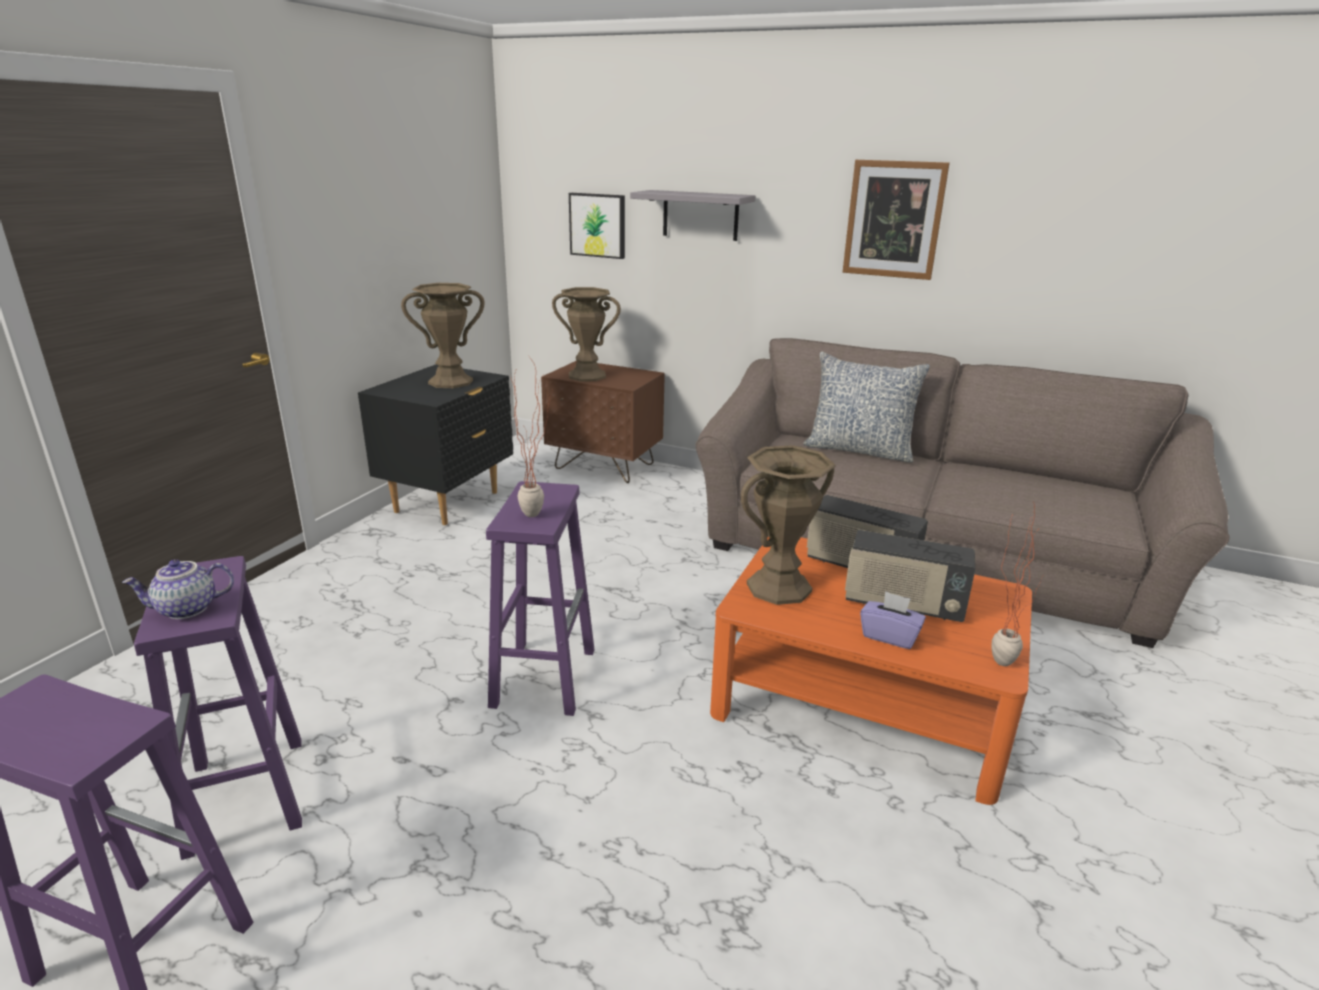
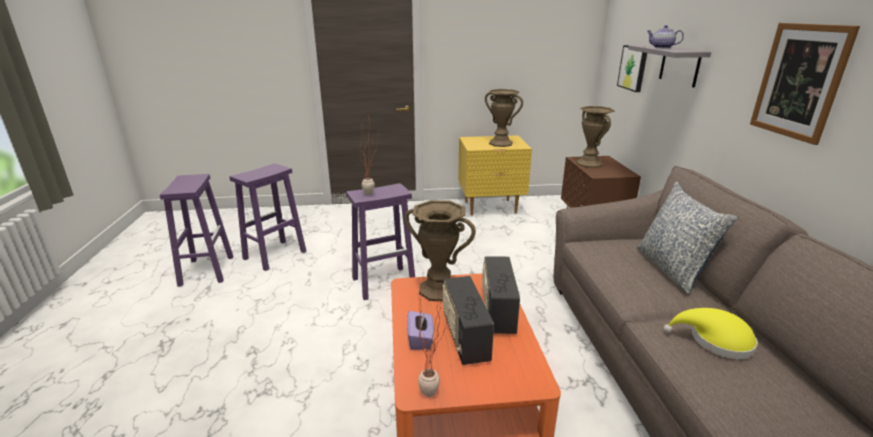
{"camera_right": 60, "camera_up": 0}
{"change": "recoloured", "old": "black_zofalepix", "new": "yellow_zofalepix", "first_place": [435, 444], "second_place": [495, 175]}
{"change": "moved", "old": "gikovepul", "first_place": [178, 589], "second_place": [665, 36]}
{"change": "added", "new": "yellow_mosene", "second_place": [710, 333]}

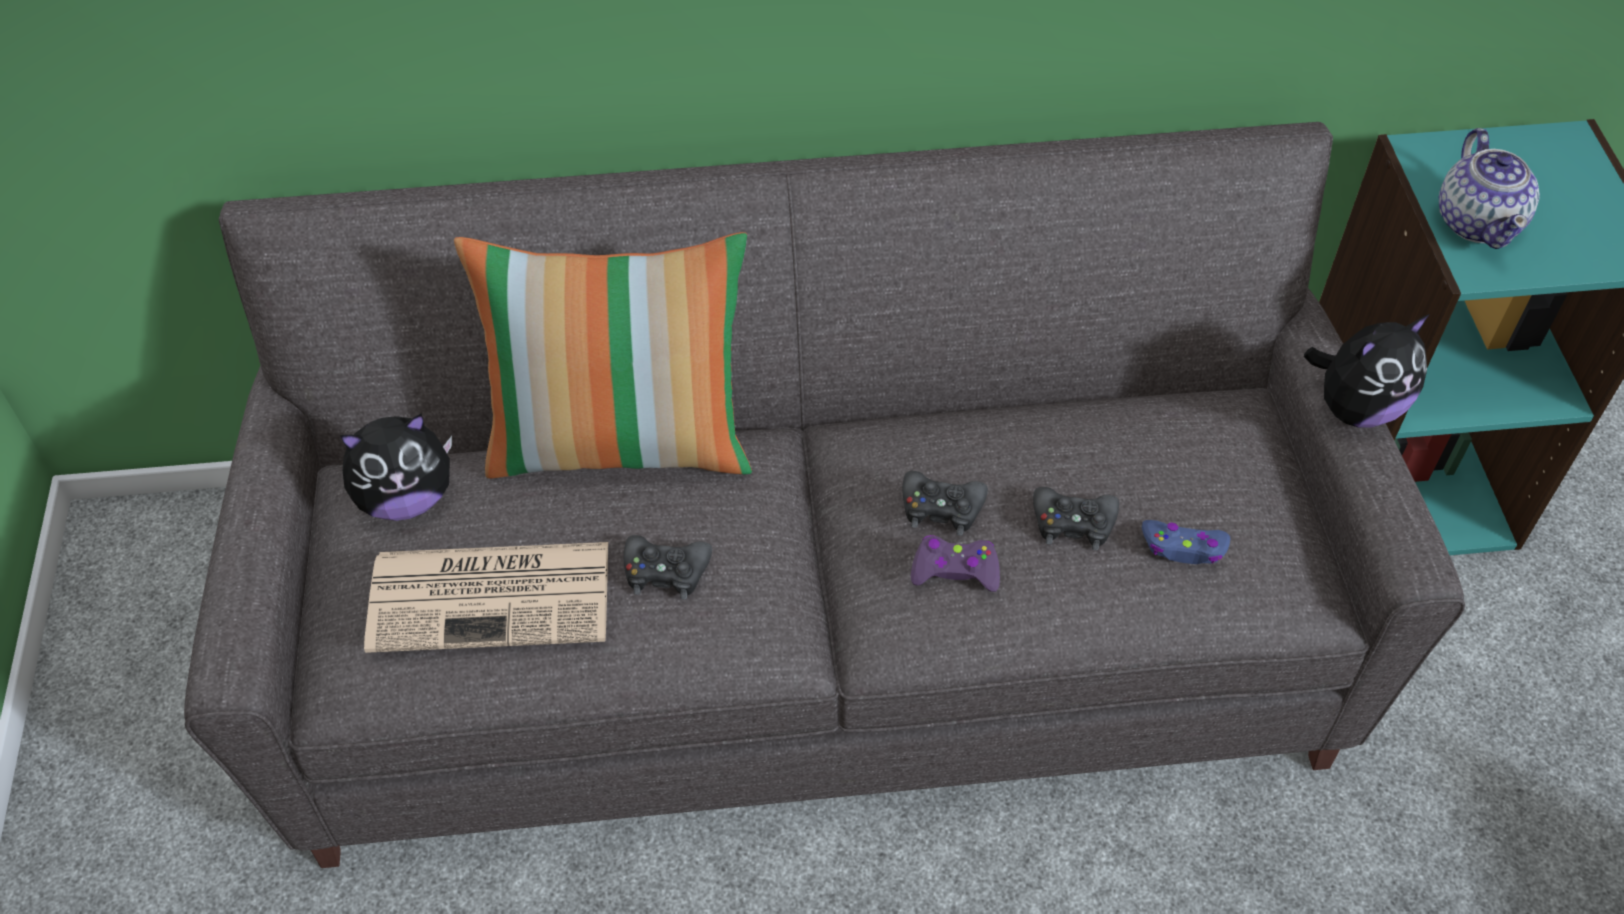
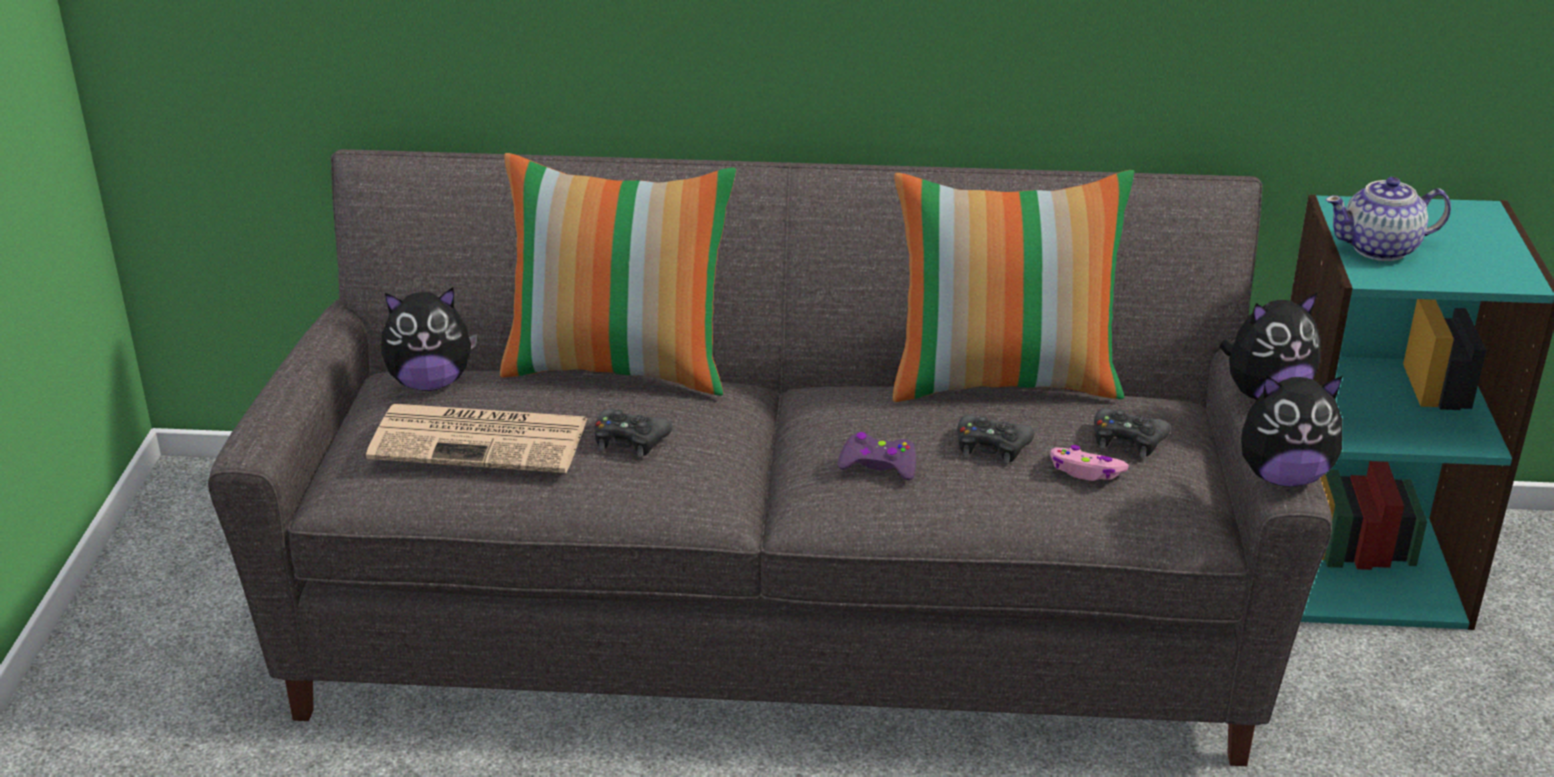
{"camera_right": 10, "camera_up": -20}
{"change": "turned", "old": "gikovepul", "first_place": [1489, 188], "second_place": [1388, 219], "degrees": 75}
{"change": "moved", "old": "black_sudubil", "first_place": [945, 503], "second_place": [1132, 433]}
{"change": "recoloured", "old": "blue_sudubil", "new": "pink_sudubil", "first_place": [1186, 542], "second_place": [1089, 463]}
{"change": "added", "new": "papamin", "second_place": [1013, 286]}
{"change": "added", "new": "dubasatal", "second_place": [1292, 431]}

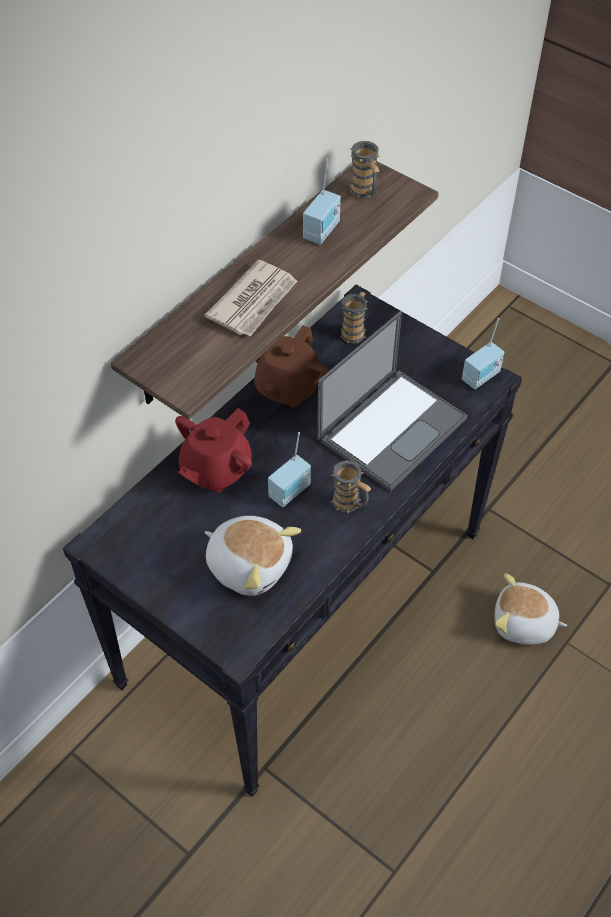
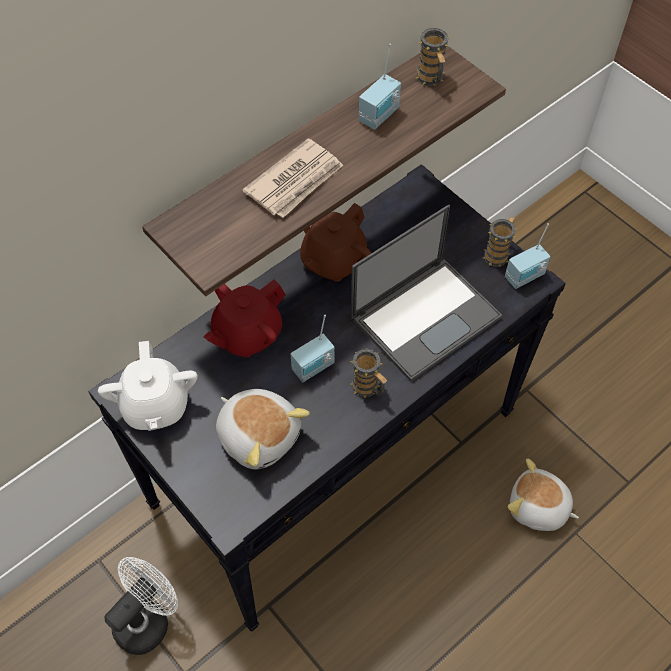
{"camera_right": 10, "camera_up": 5}
{"change": "moved", "old": "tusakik", "first_place": [354, 318], "second_place": [500, 242]}
{"change": "added", "new": "white_gikovepul", "second_place": [148, 386]}
{"change": "added", "new": "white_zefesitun", "second_place": [141, 606]}

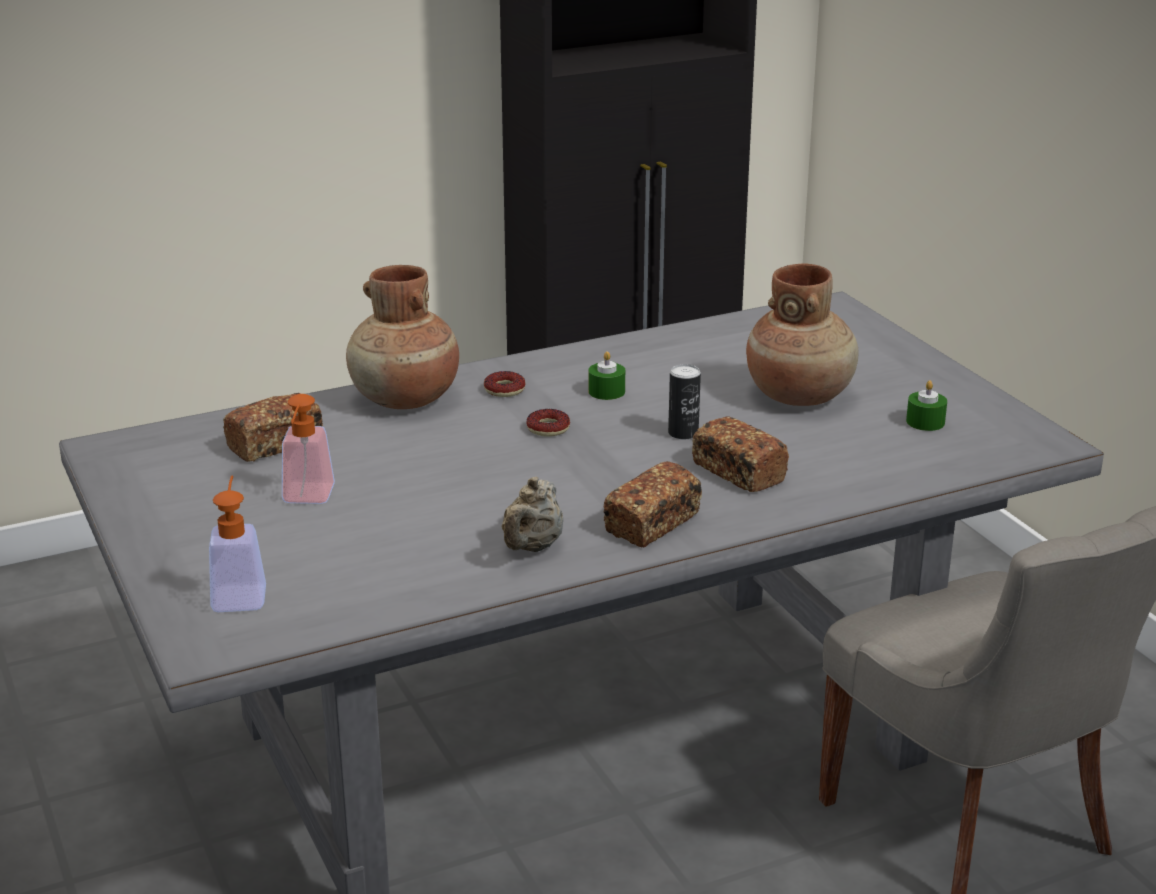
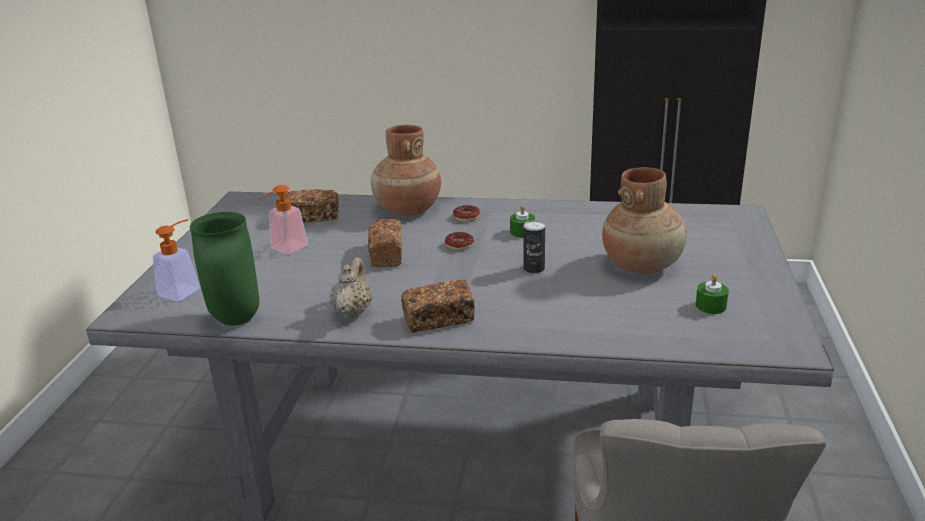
{"camera_right": 35, "camera_up": 0}
{"change": "moved", "old": "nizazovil", "first_place": [740, 454], "second_place": [385, 243]}
{"change": "turned", "old": "beige_gikovepul", "first_place": [532, 514], "second_place": [351, 288], "degrees": 135}
{"change": "added", "new": "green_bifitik", "second_place": [225, 269]}

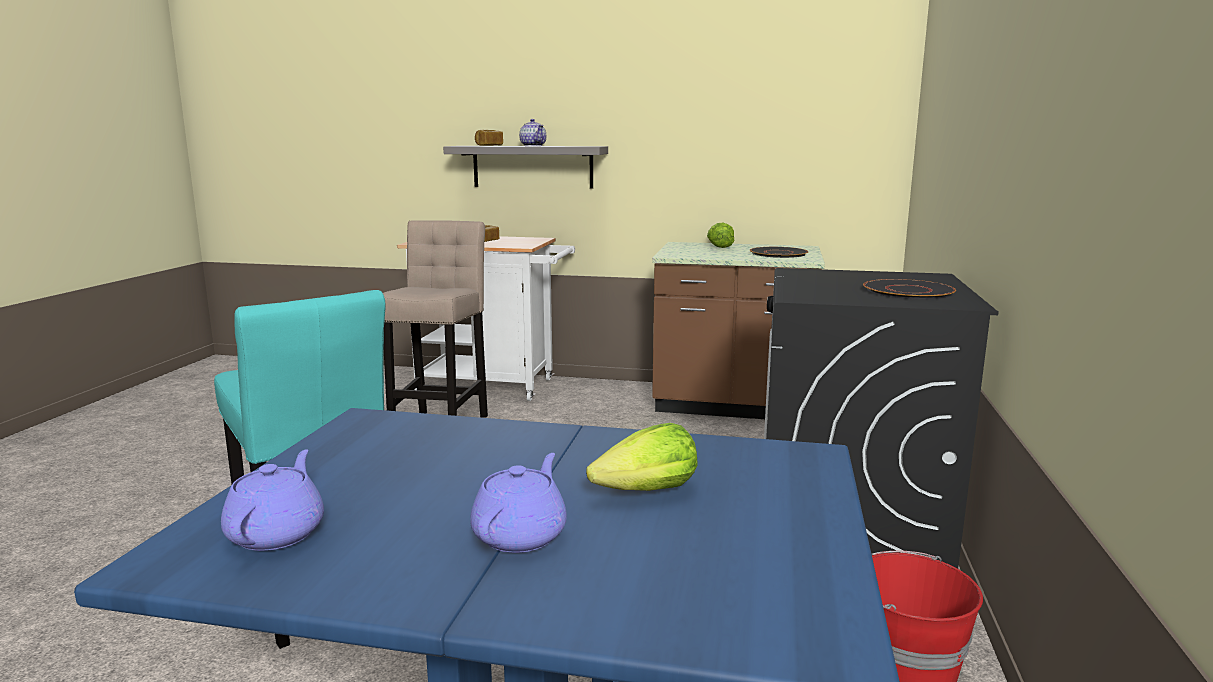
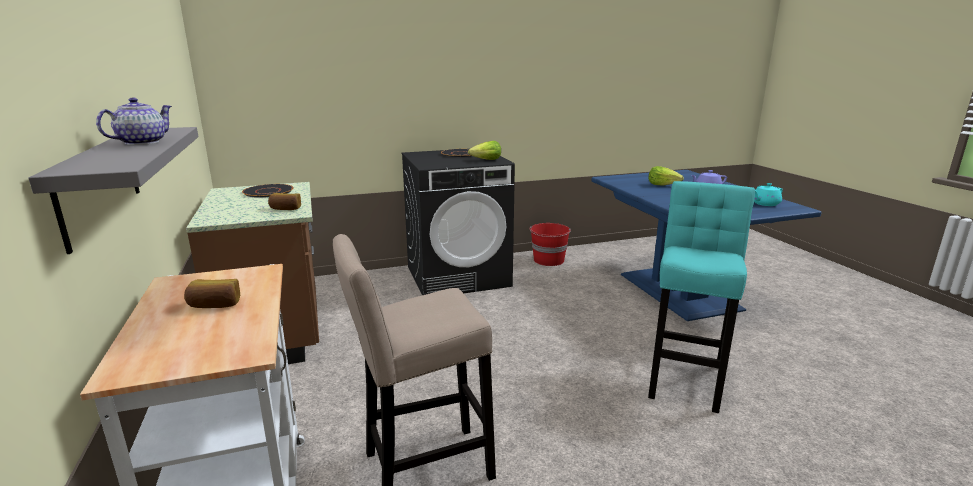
{"camera_right": -120, "camera_up": 5}
{"change": "moved", "old": "nizazovil", "first_place": [489, 138], "second_place": [284, 201]}
{"change": "moved", "old": "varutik", "first_place": [720, 235], "second_place": [484, 150]}
{"change": "recoloured", "old": "purple_gikovepul", "new": "turquoise_gikovepul", "first_place": [272, 500], "second_place": [768, 194]}

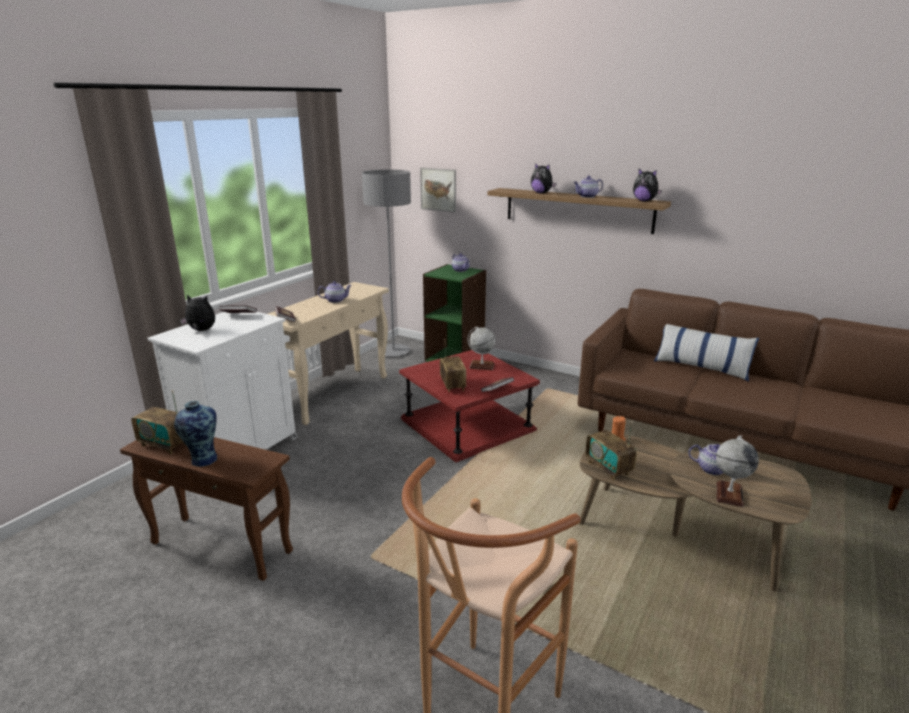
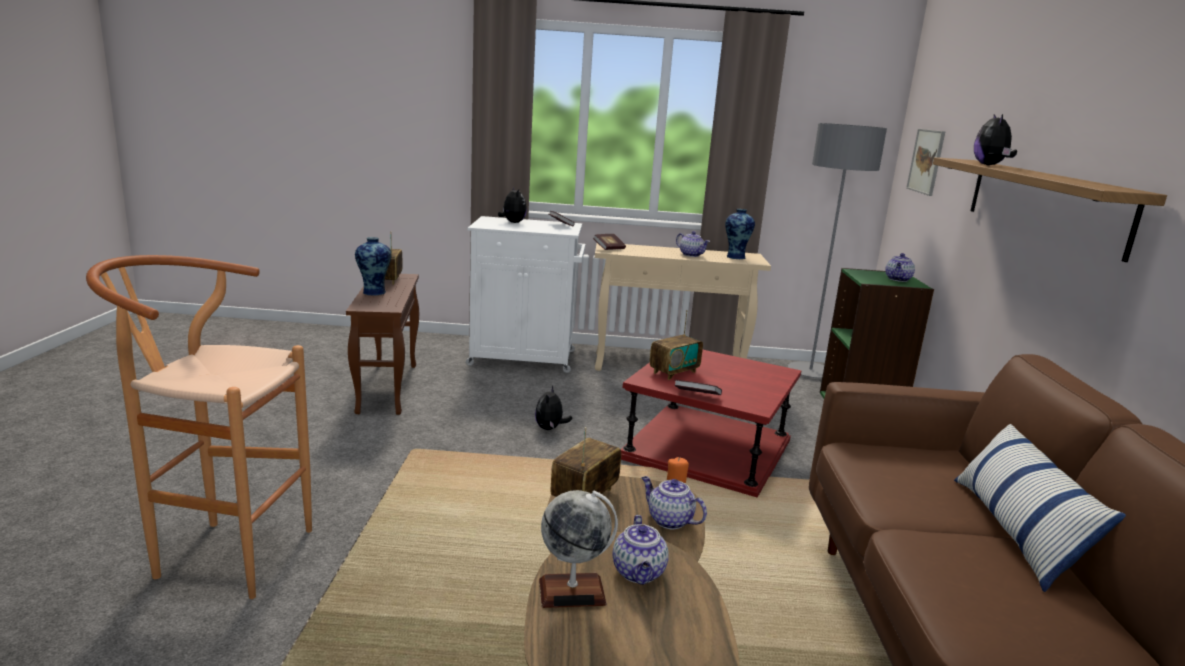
{"camera_right": 60, "camera_up": -5}
{"change": "moved", "old": "dubasatal", "first_place": [647, 185], "second_place": [553, 408]}
{"change": "moved", "old": "gikovepul", "first_place": [588, 187], "second_place": [674, 502]}
{"change": "removed", "old": "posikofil", "first_place": [481, 348]}
{"change": "added", "new": "bifitik", "second_place": [740, 234]}

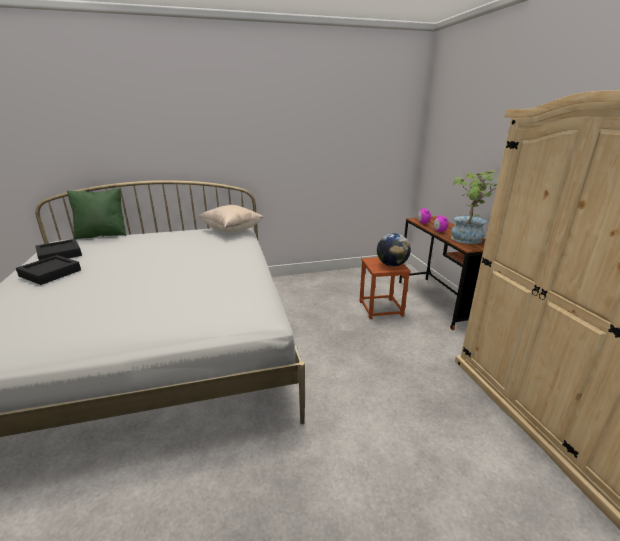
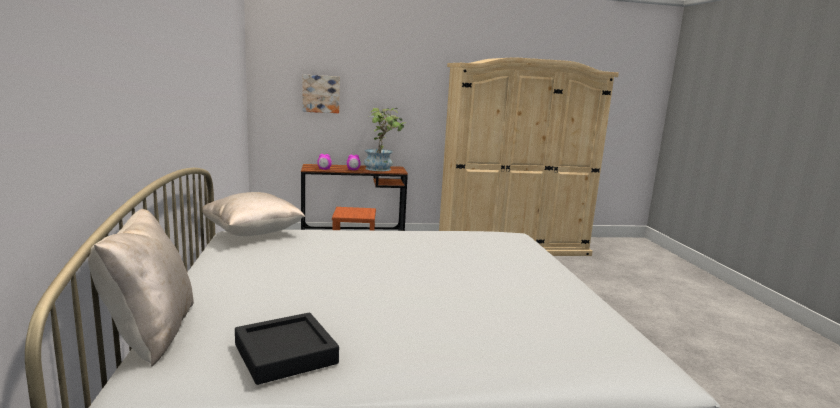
{"camera_right": -85, "camera_up": -10}
{"change": "recoloured", "old": "green_papamin", "new": "beige_papamin", "first_place": [96, 213], "second_place": [141, 288]}
{"change": "removed", "old": "posikofil", "first_place": [394, 249]}
{"change": "removed", "old": "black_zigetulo", "first_place": [48, 270]}
{"change": "added", "new": "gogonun", "second_place": [321, 93]}

